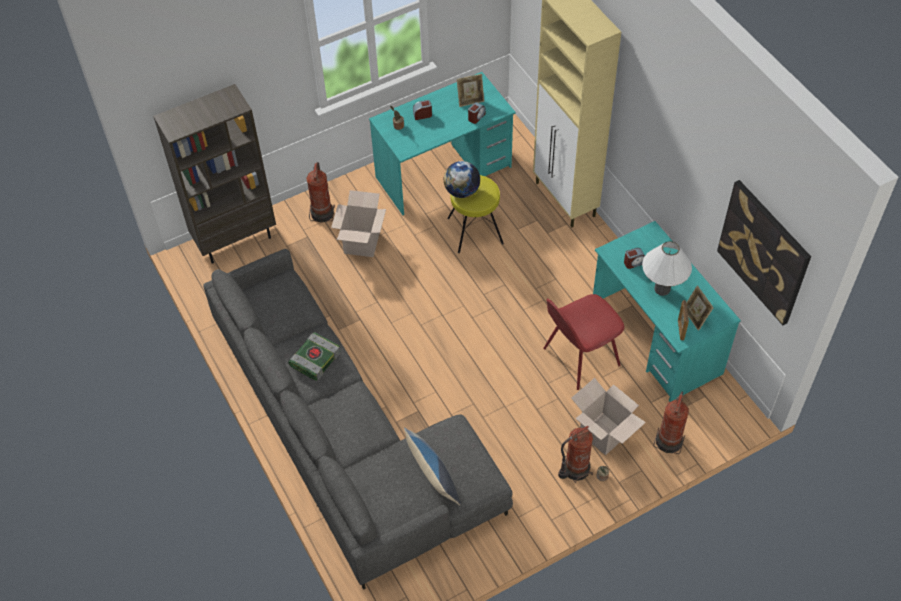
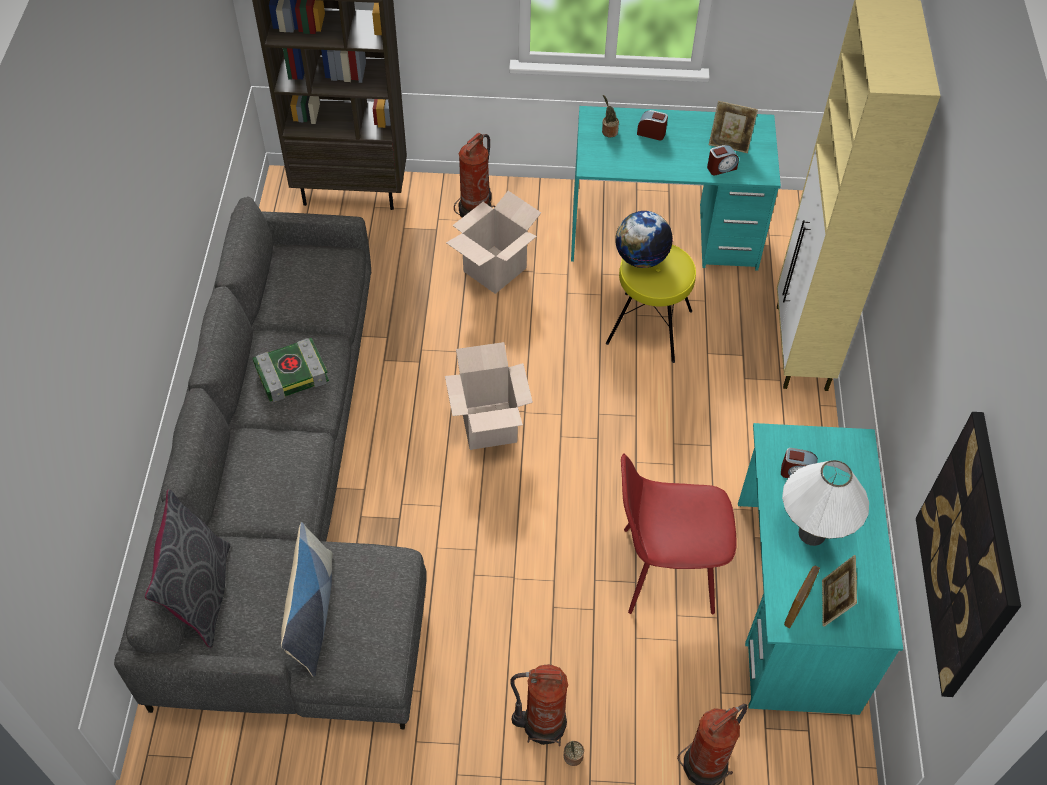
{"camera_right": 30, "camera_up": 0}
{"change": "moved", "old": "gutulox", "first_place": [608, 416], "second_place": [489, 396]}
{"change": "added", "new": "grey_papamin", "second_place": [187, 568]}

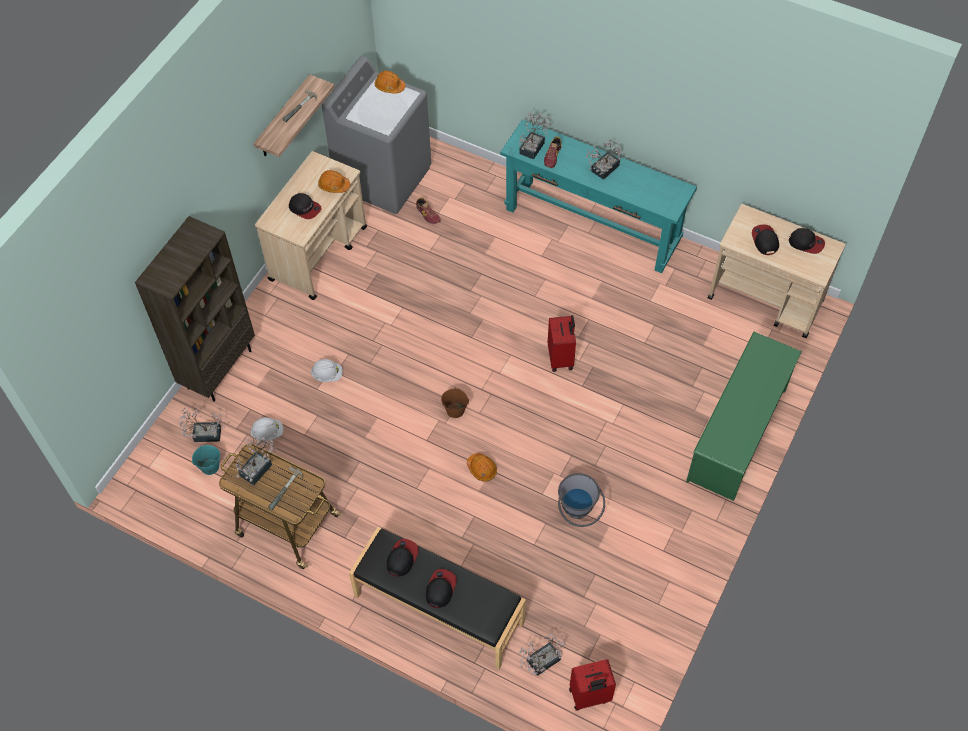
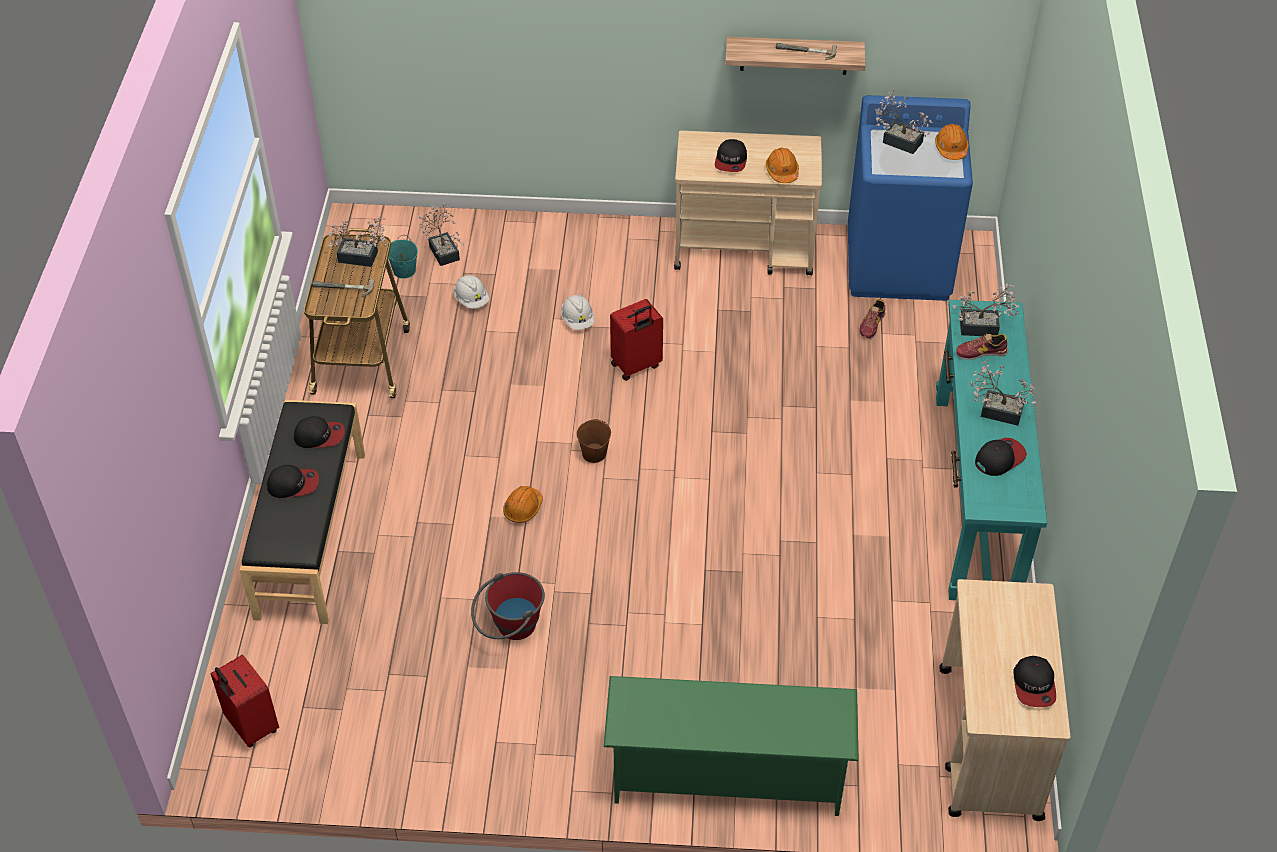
{"camera_right": 65, "camera_up": -10}
{"change": "recoloured", "old": "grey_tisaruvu", "new": "blue_tisaruvu", "first_place": [376, 135], "second_place": [910, 198]}
{"change": "removed", "old": "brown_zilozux", "first_place": [195, 309]}
{"change": "moved", "old": "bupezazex", "first_place": [765, 240], "second_place": [1001, 457]}
{"change": "moved", "old": "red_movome", "first_place": [562, 343], "second_place": [636, 340]}
{"change": "recoloured", "old": "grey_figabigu", "new": "red_figabigu", "first_place": [581, 500], "second_place": [508, 606]}
{"change": "moved", "old": "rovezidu", "first_place": [541, 654], "second_place": [904, 122]}

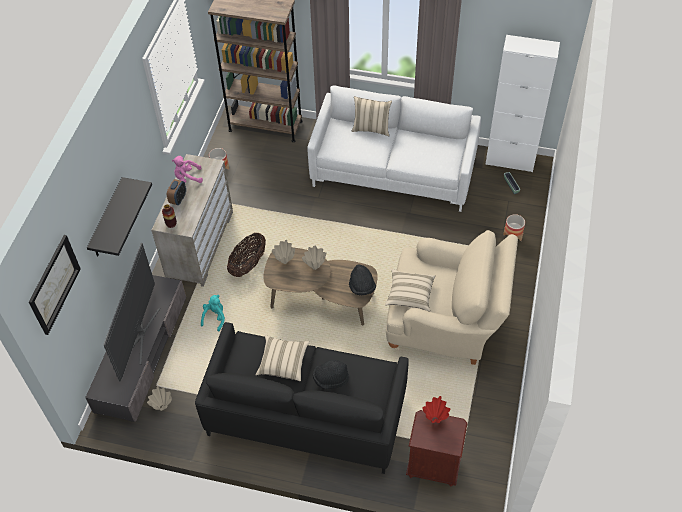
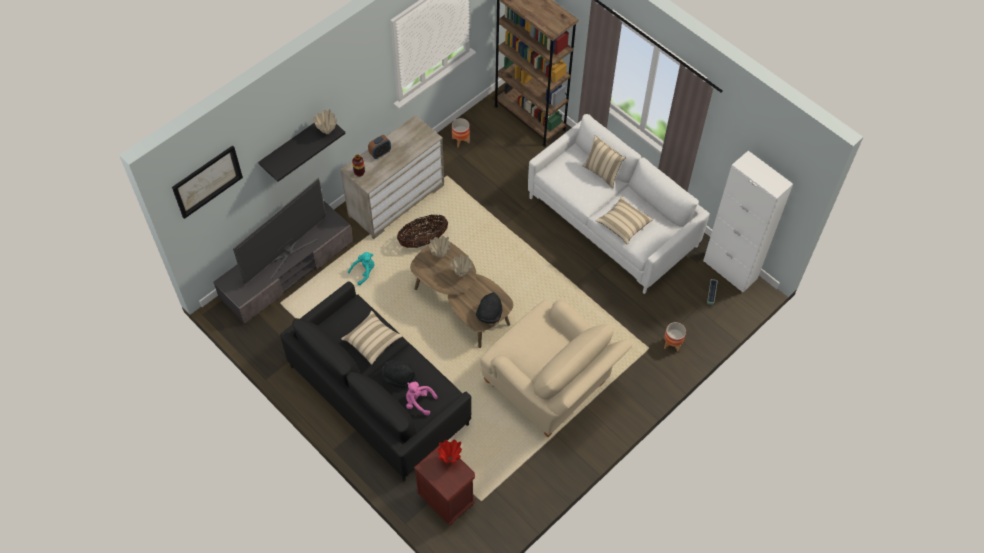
{"camera_right": 30, "camera_up": 5}
{"change": "moved", "old": "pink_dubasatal", "first_place": [187, 169], "second_place": [422, 399]}
{"change": "moved", "old": "beige_papamin", "first_place": [410, 290], "second_place": [624, 220]}
{"change": "moved", "old": "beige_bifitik", "first_place": [159, 398], "second_place": [325, 121]}

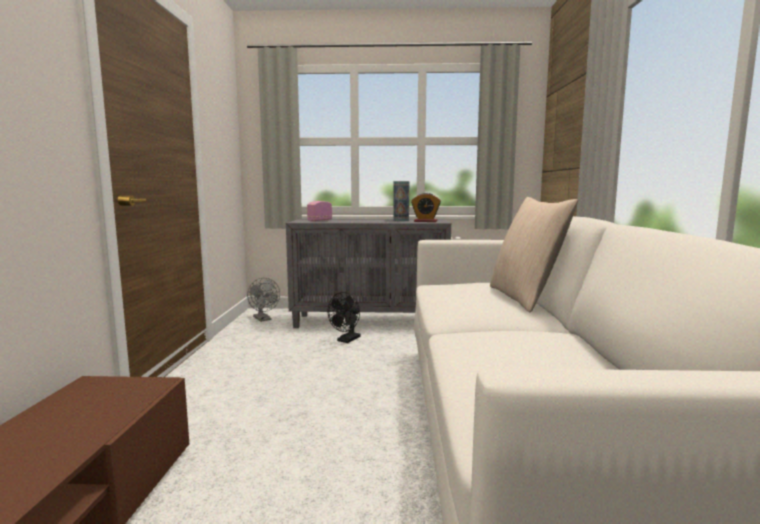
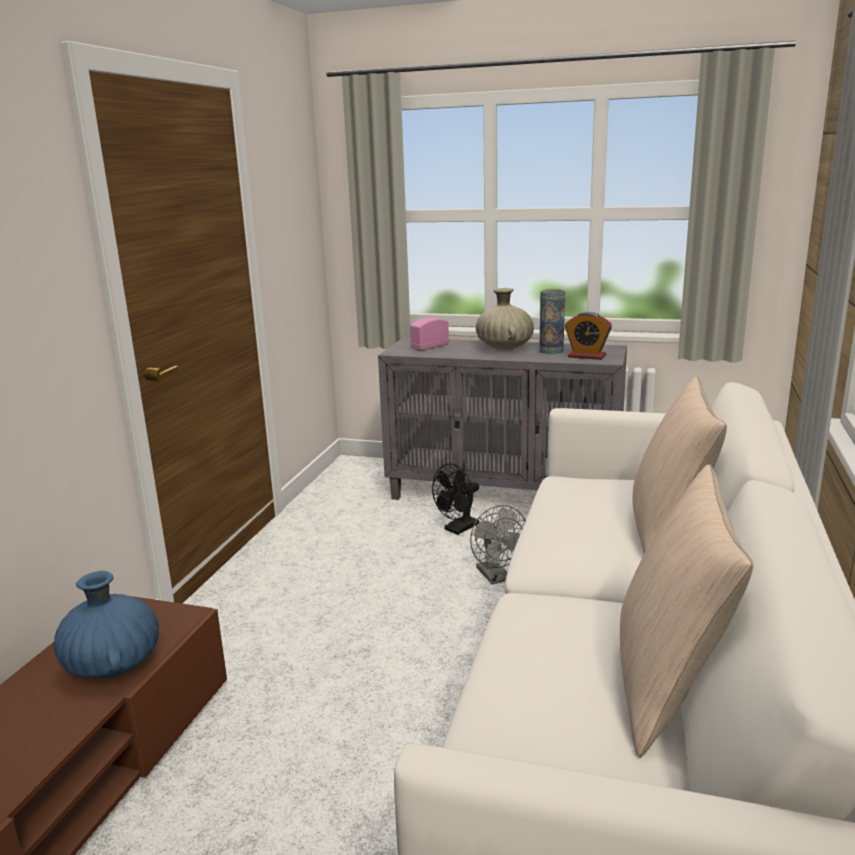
{"camera_right": 15, "camera_up": 10}
{"change": "moved", "old": "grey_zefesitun", "first_place": [263, 300], "second_place": [498, 545]}
{"change": "added", "new": "beige_bifitik", "second_place": [505, 319]}
{"change": "added", "new": "beige_papamin", "second_place": [686, 611]}
{"change": "added", "new": "blue_bifitik", "second_place": [106, 624]}

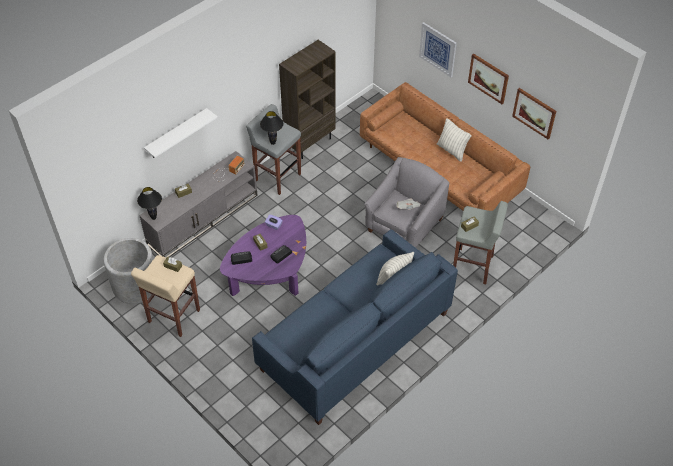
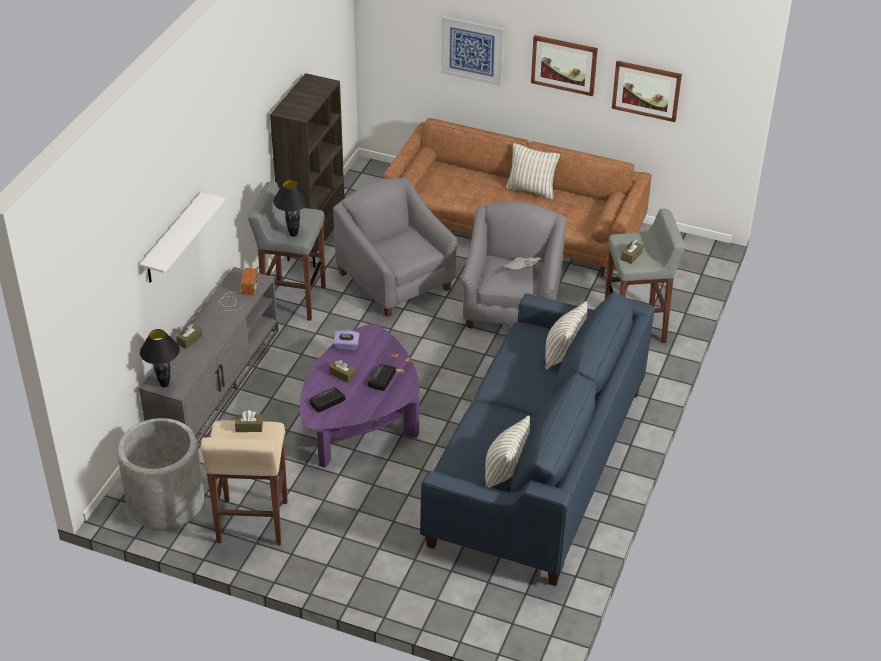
{"camera_right": -25, "camera_up": -10}
{"change": "added", "new": "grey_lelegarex", "second_place": [395, 247]}
{"change": "added", "new": "papamin", "second_place": [507, 451]}

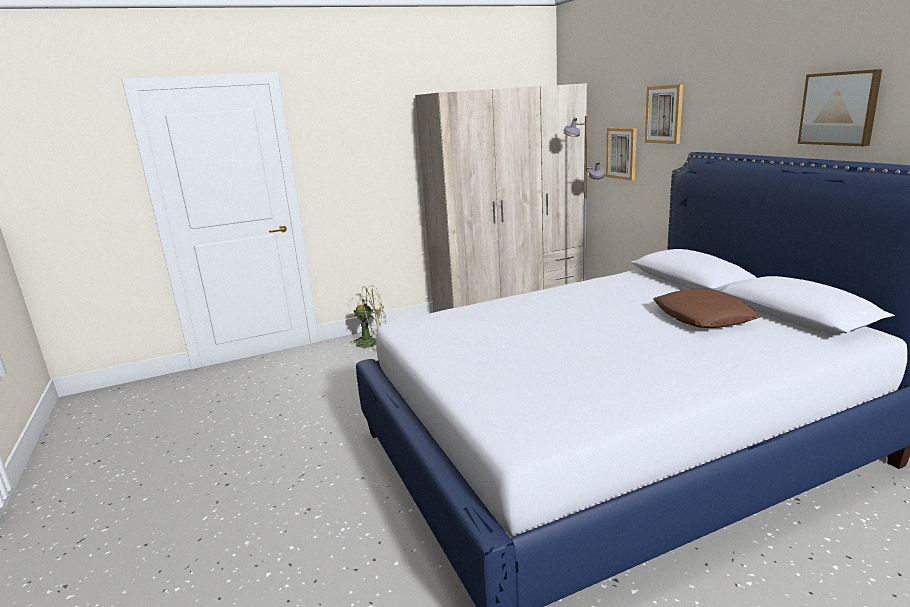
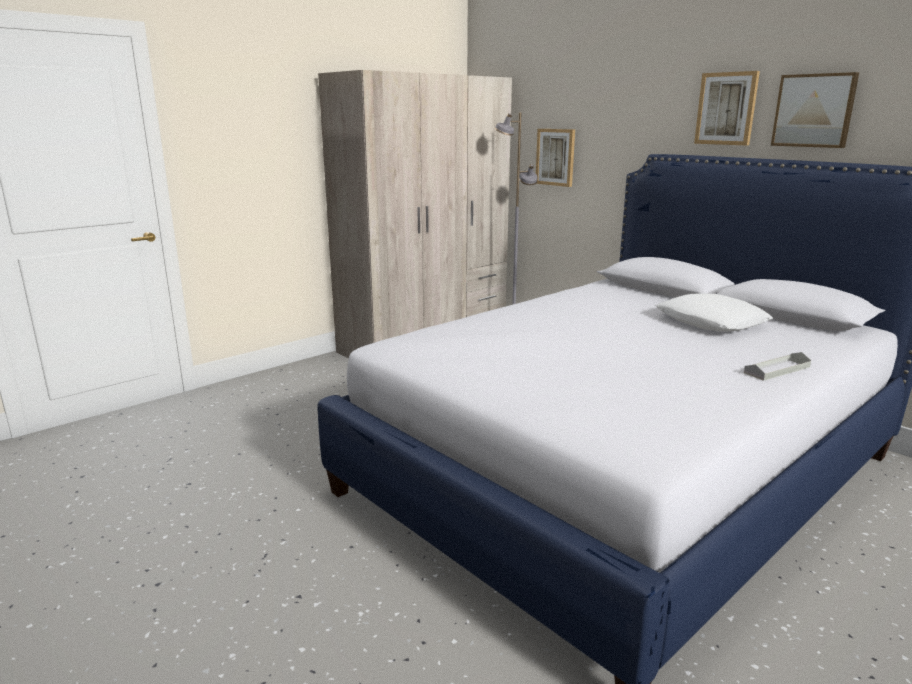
{"camera_right": -20, "camera_up": 0}
{"change": "moved", "old": "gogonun", "first_place": [664, 114], "second_place": [727, 108]}
{"change": "removed", "old": "green_zefesitun", "first_place": [368, 318]}
{"change": "recoloured", "old": "brown_papamin", "new": "white_papamin", "first_place": [706, 308], "second_place": [714, 312]}
{"change": "added", "new": "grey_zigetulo", "second_place": [777, 366]}

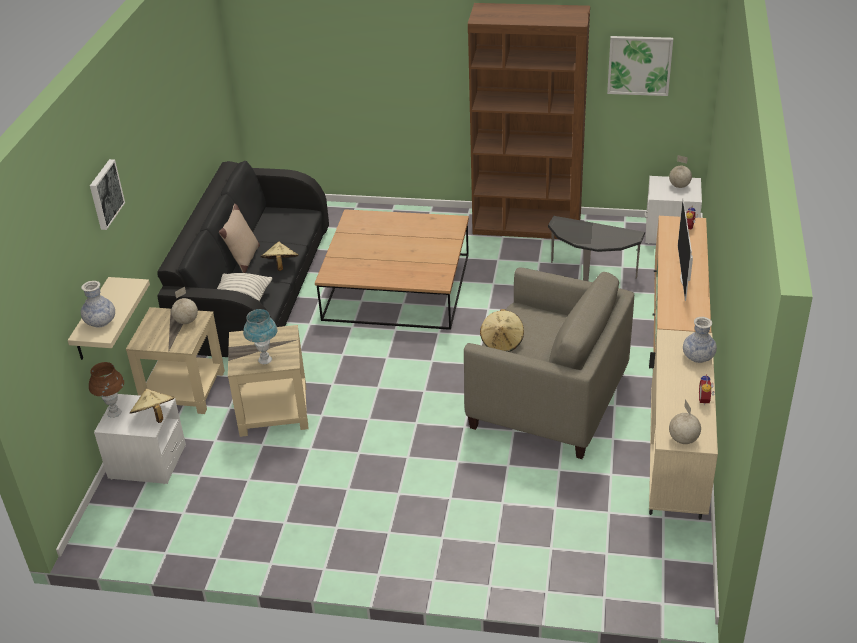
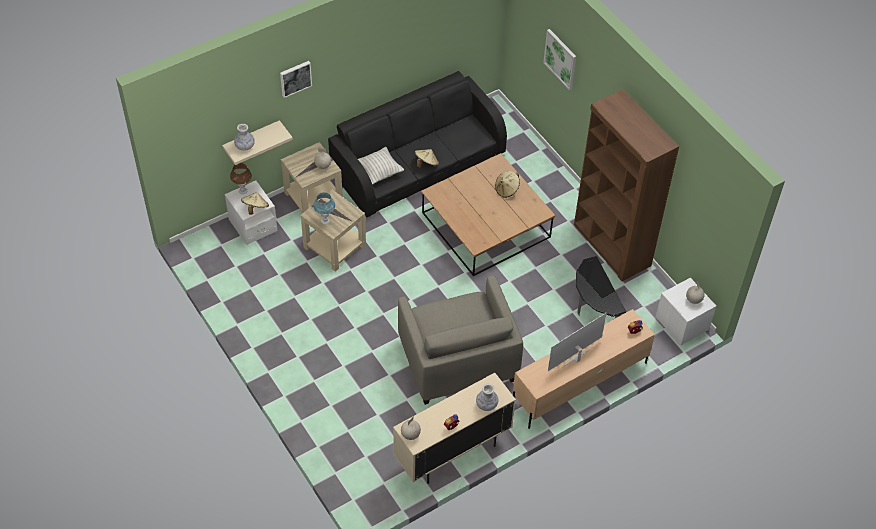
{"camera_right": 45, "camera_up": 15}
{"change": "moved", "old": "gogonun", "first_place": [640, 66], "second_place": [559, 59]}
{"change": "removed", "old": "beige_papamin", "first_place": [239, 238]}
{"change": "moved", "old": "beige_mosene", "first_place": [502, 330], "second_place": [507, 184]}

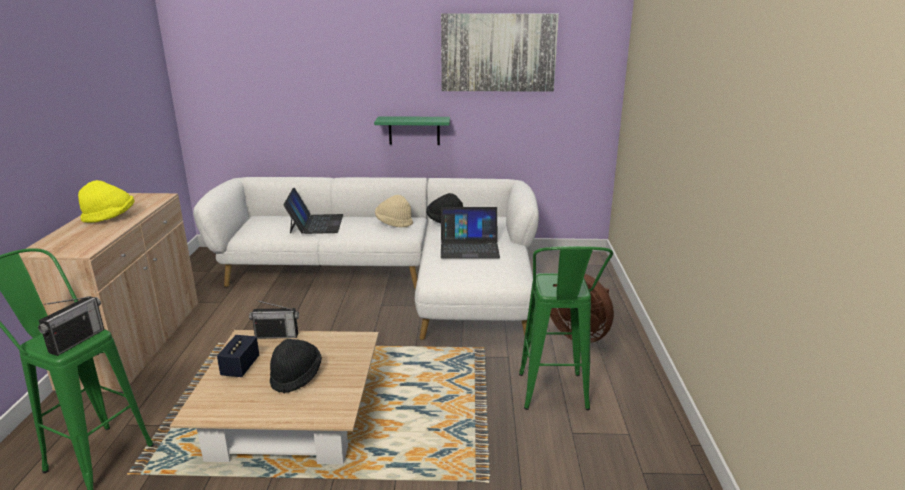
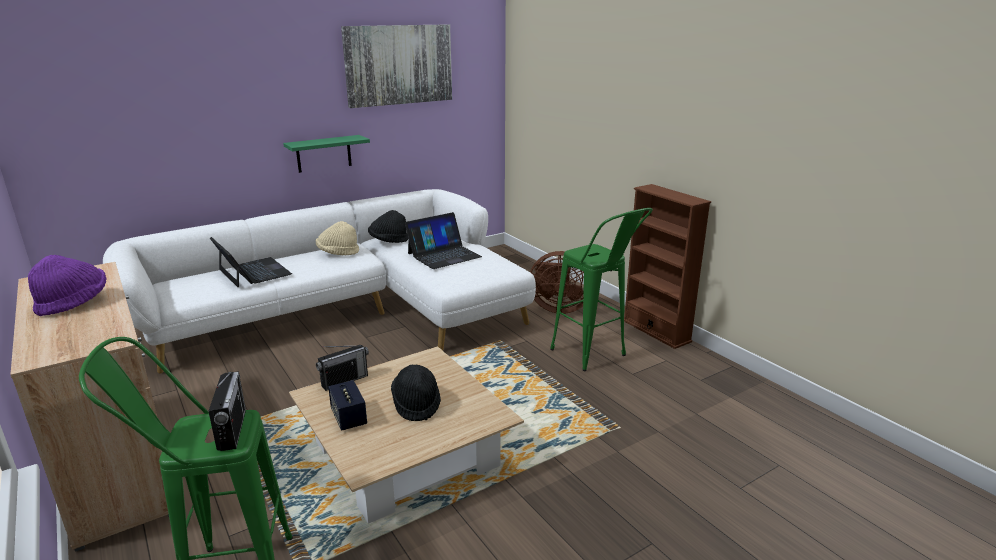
{"camera_right": -35, "camera_up": 0}
{"change": "recoloured", "old": "yellow_mosene", "new": "purple_mosene", "first_place": [106, 201], "second_place": [67, 285]}
{"change": "added", "new": "brown_zilozux", "second_place": [667, 266]}

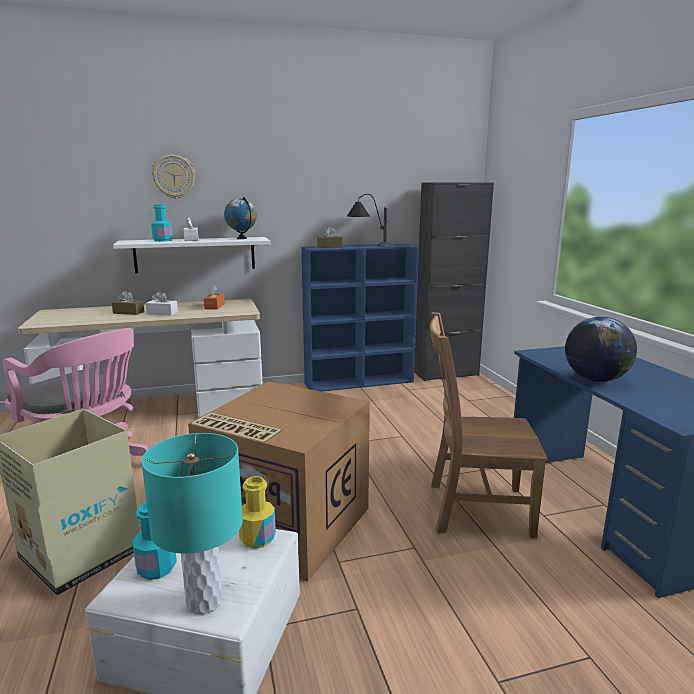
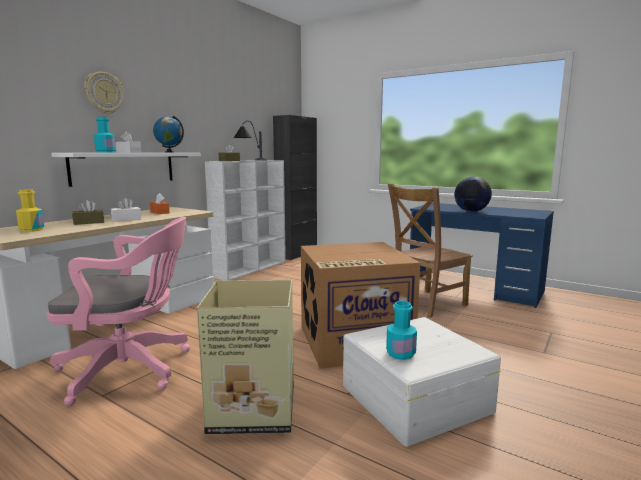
{"camera_right": -40, "camera_up": -5}
{"change": "recoloured", "old": "blue_zilozux", "new": "white_zilozux", "first_place": [360, 318], "second_place": [245, 220]}
{"change": "removed", "old": "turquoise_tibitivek", "first_place": [192, 524]}
{"change": "moved", "old": "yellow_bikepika", "first_place": [257, 512], "second_place": [30, 210]}

